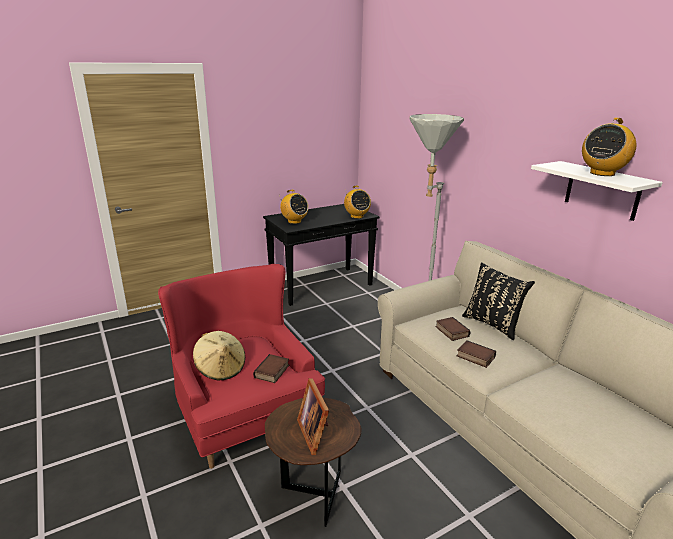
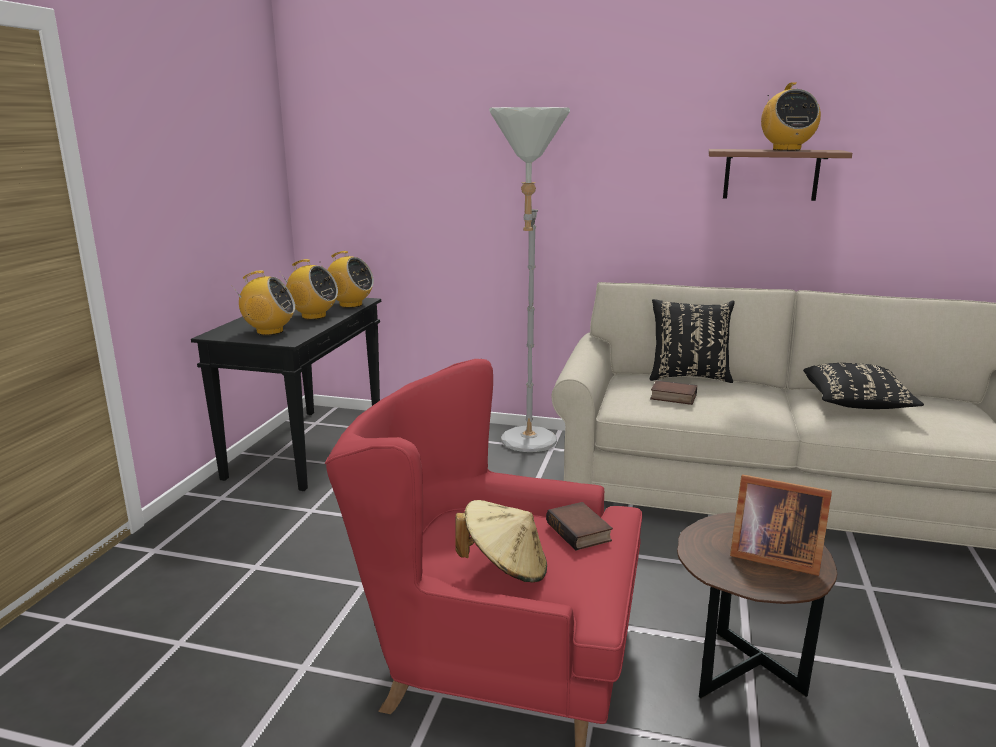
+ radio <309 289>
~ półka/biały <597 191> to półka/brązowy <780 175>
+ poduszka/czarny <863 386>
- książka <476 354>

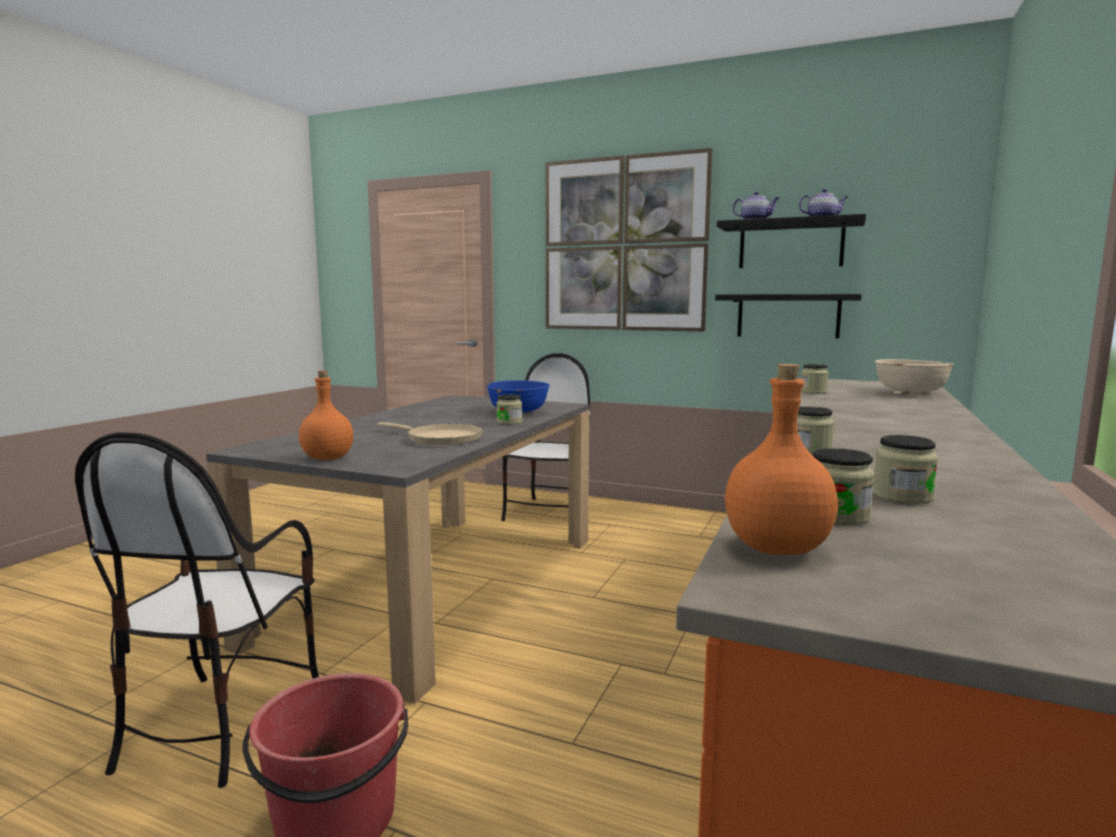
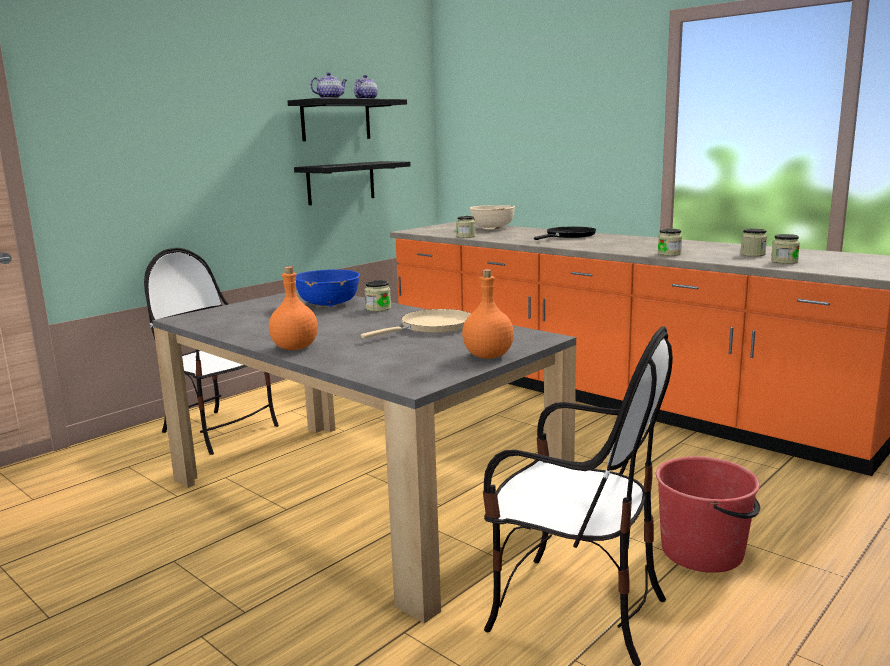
~ butelka/pomarańczowy <781 459> to <293 308>
+ patelnia/czarny <565 233>
- obraz <629 239>

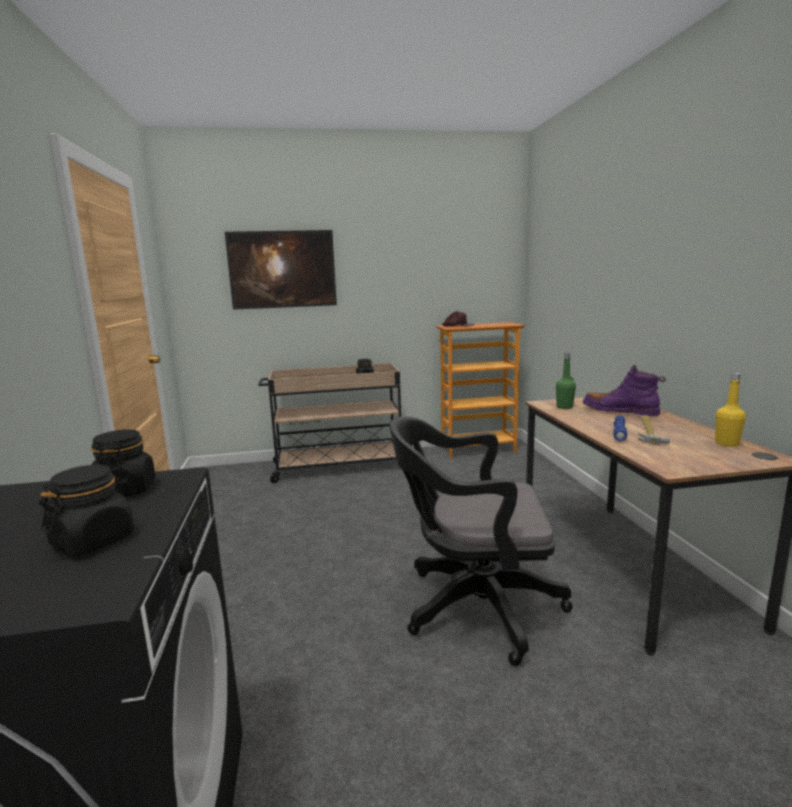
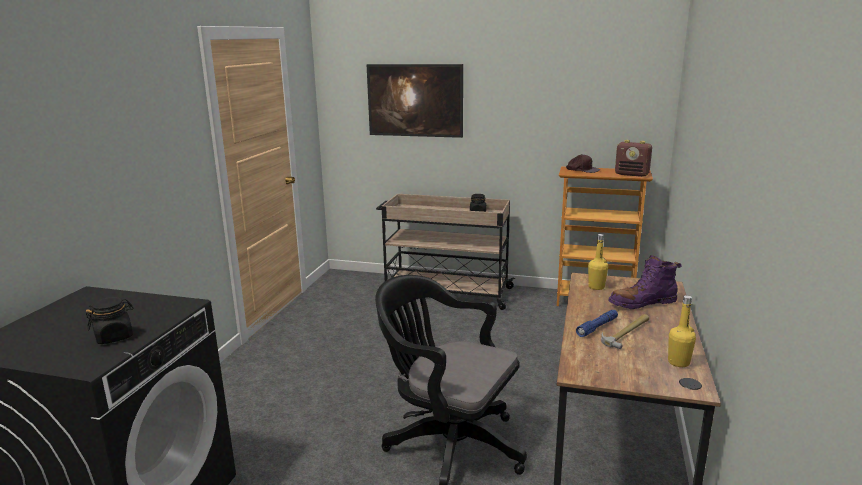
~ butelka/zielony <566 381> to butelka/żółty <598 262>
~ but z cholewką/fioletowy <624 390> = <645 282> 75 degrees counterclockwise
+ radio <633 158>
- słoik/czarny <123 463>

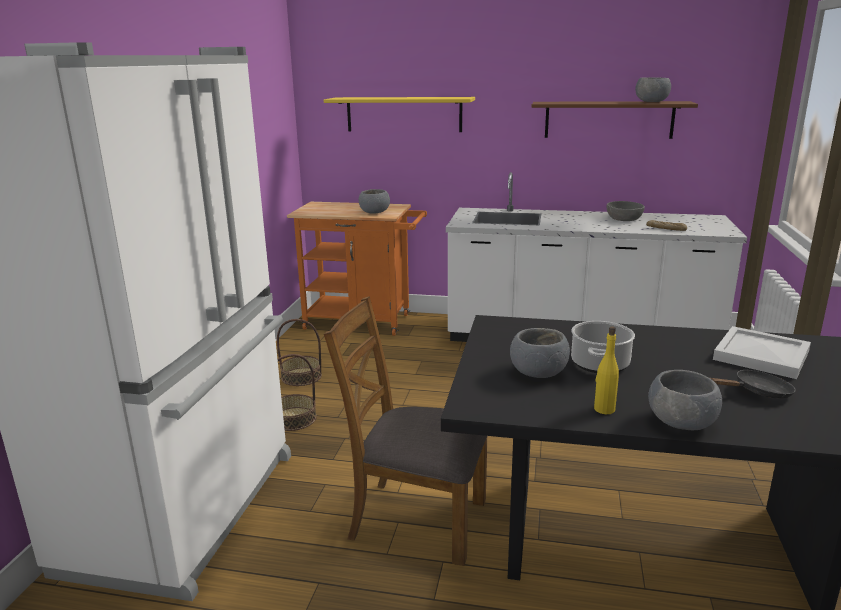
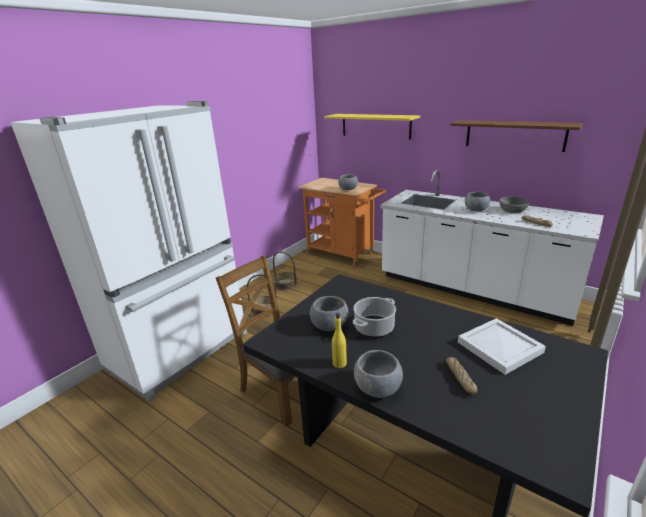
~ patelnia/czarny <753 384> to chleb <461 376>
~ miska/szary <653 89> to <477 201>

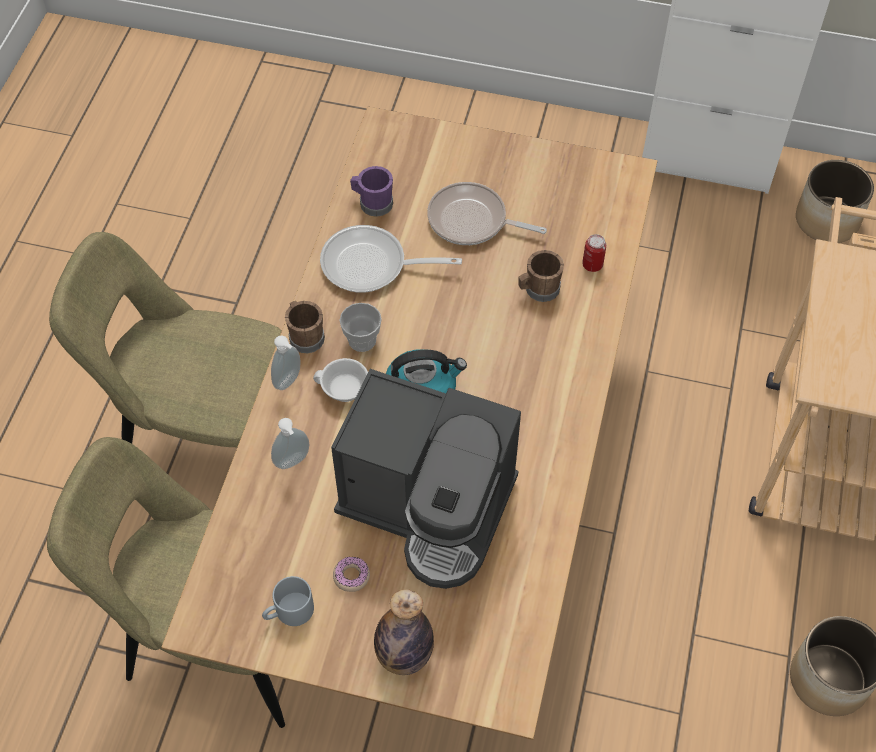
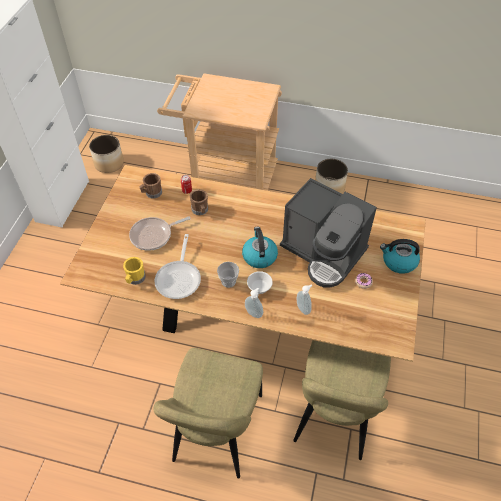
~ kubek/fioletowy <371 191> to kubek/żółty <134 271>
~ patelnia <487 213> = <160 233> 45 degrees clockwise
~ kubek/brązowy <305 327> to <150 186>
~ ekspres do kawy <426 479> = <328 233> 105 degrees clockwise
~ butelka <404 632> to czajnik <400 256>
- kubek/szary <288 601>

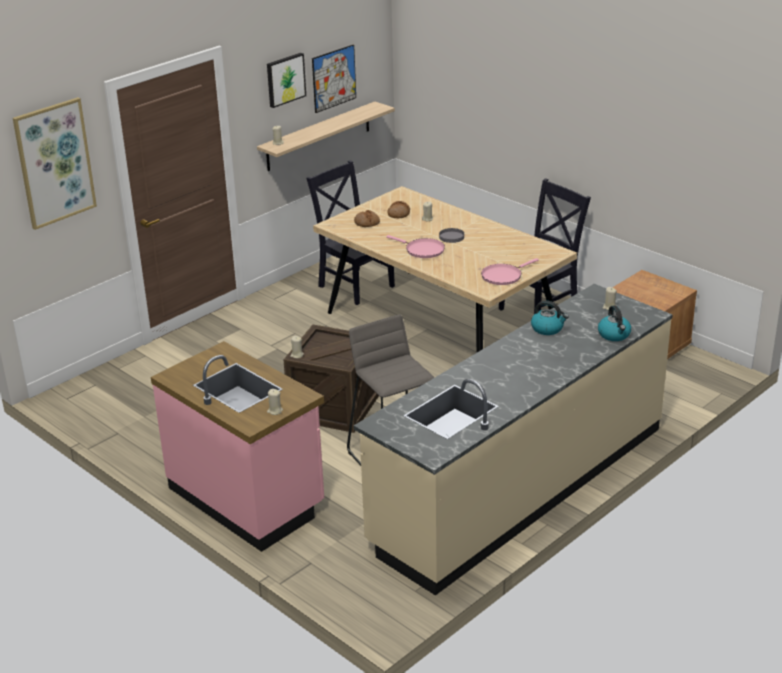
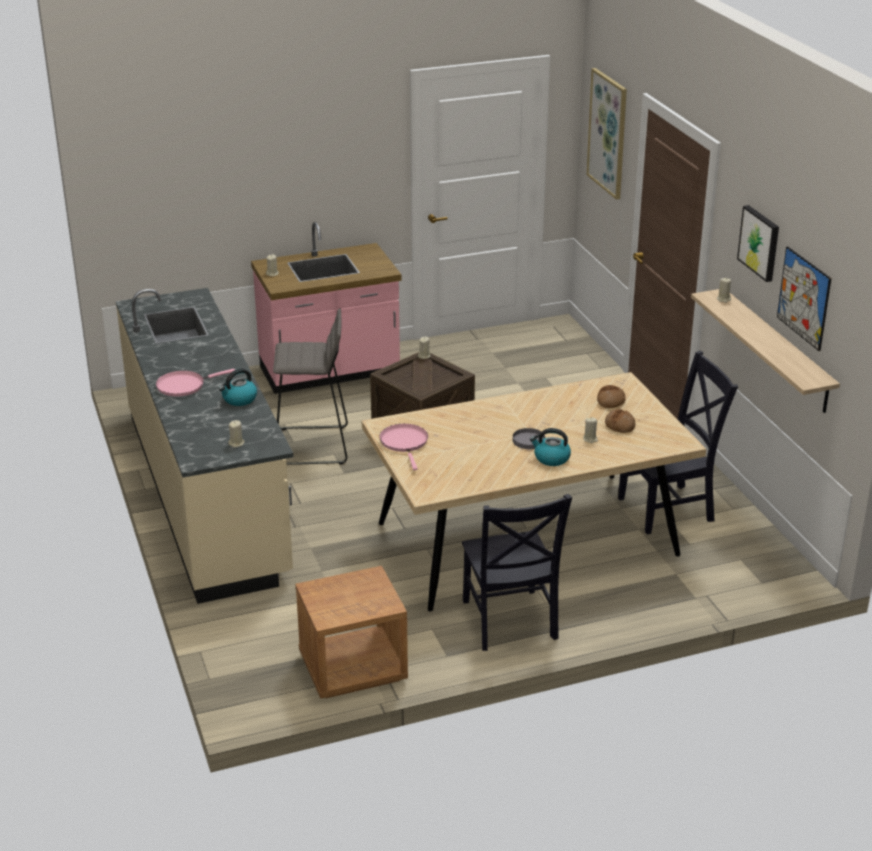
~ patelnia/różowy <415 246> to <195 382>
~ czajnik <614 323> to <550 447>

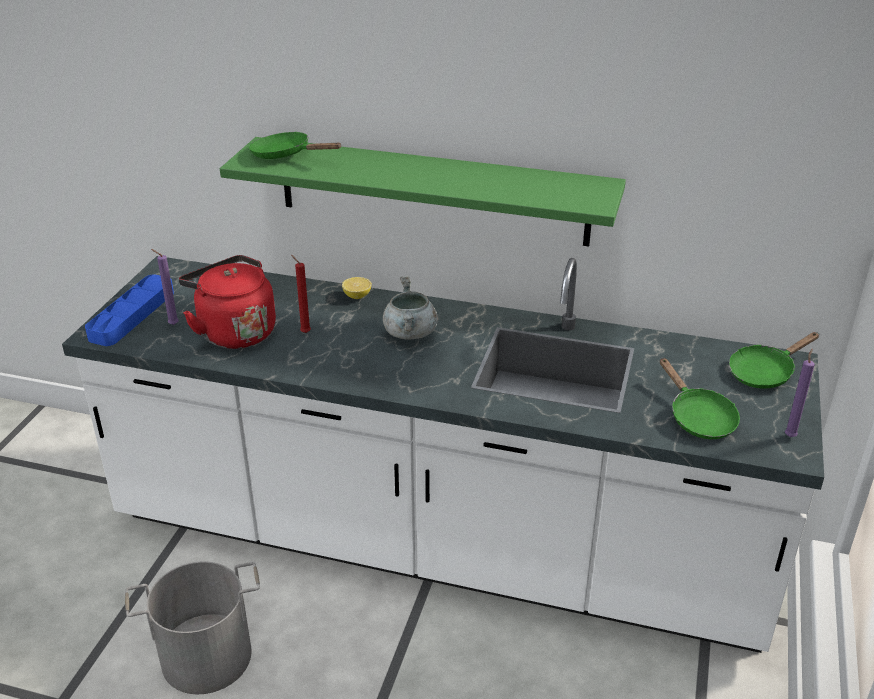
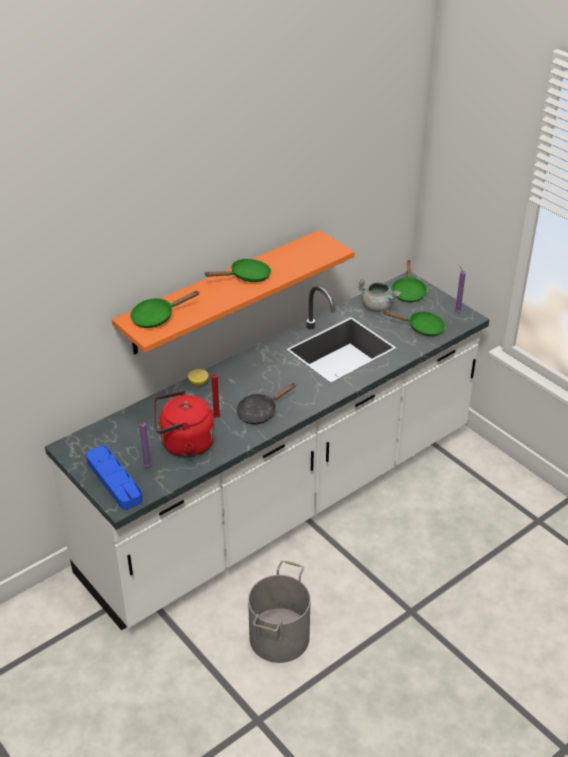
~ półka/zielony <423 191> to półka/pomarańczowy <233 292>
+ patelnia/zielony <237 270>
+ patelnia/czarny <266 403>
~ garnek/szary <410 307> to <379 295>

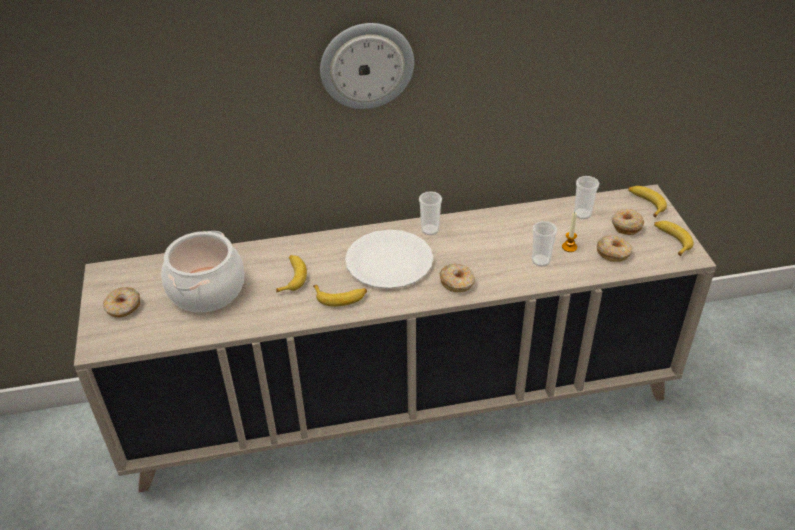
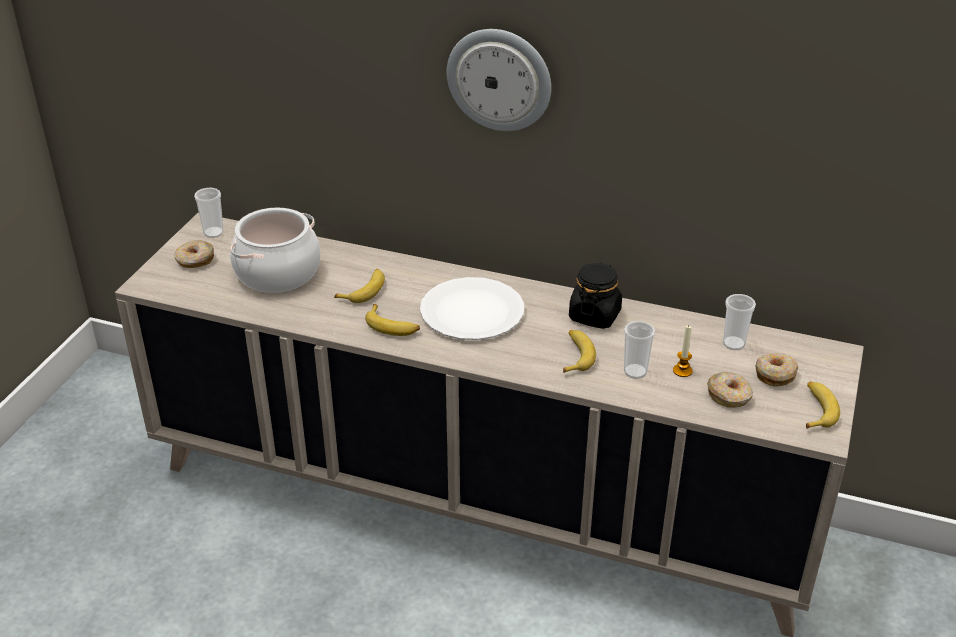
~ filiżanka <430 213> to <209 213>
~ banan <647 201> to <579 351>
+ słoik/czarny <595 296>
- donut <457 278>

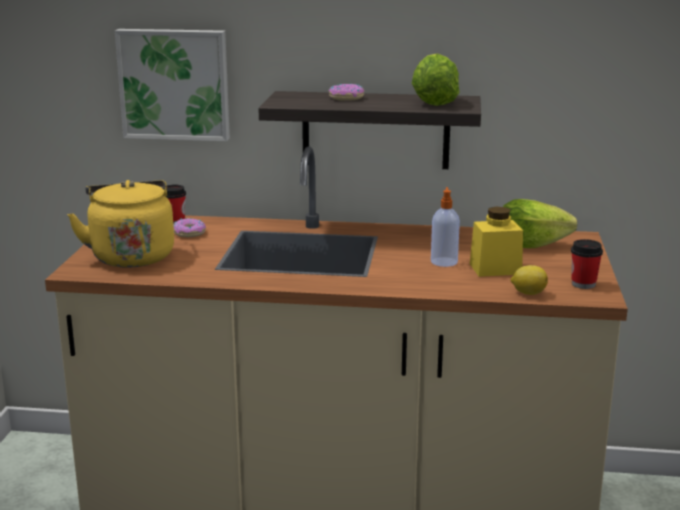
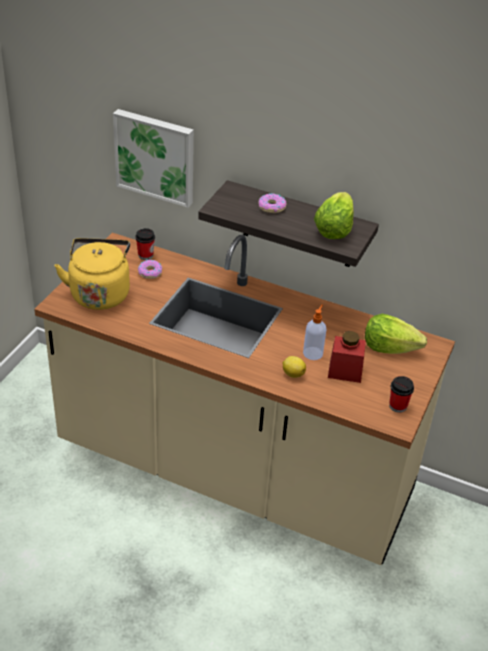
~ cytryna <529 280> to <294 367>
~ słoik/żółty <496 242> to słoik/czerwony <347 357>

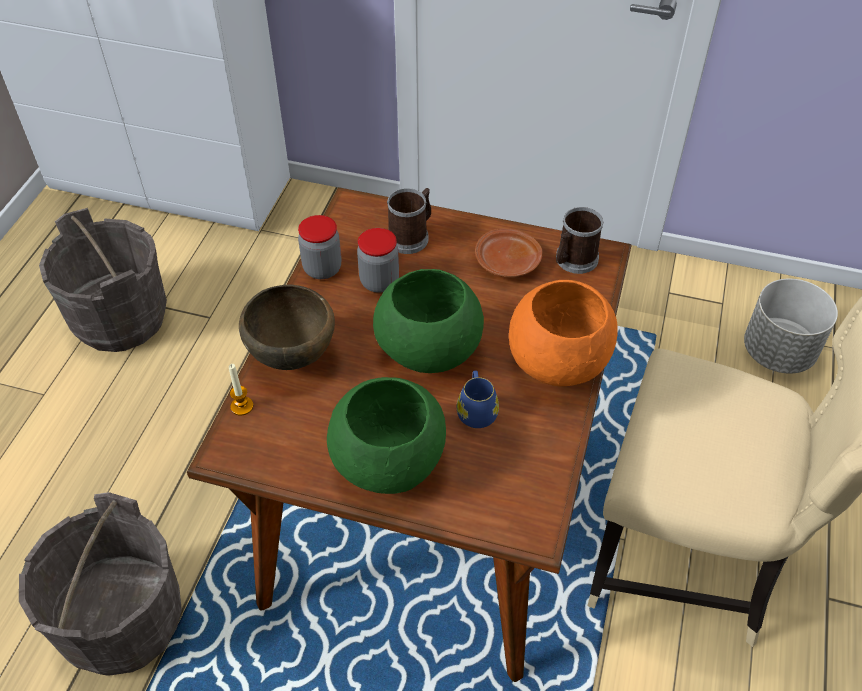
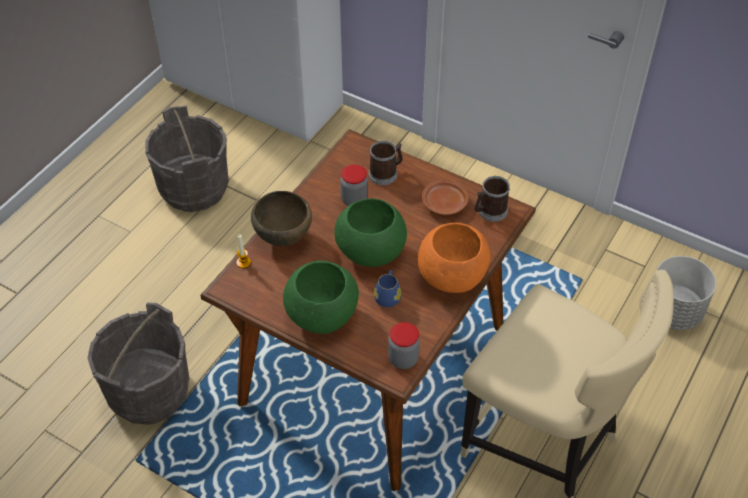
~ słoik <319 247> to <404 345>

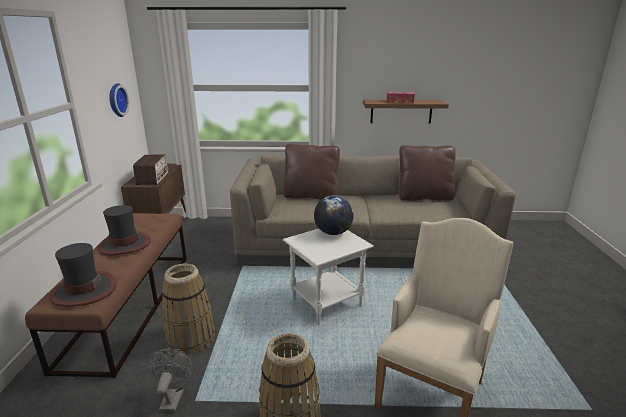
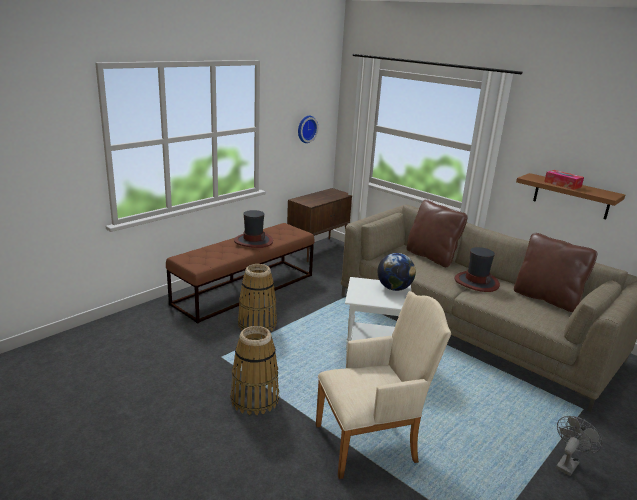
~ kapelusz <83 275> to <477 269>
~ wentylator/szary <170 380> to <579 446>
- radio <150 169>

